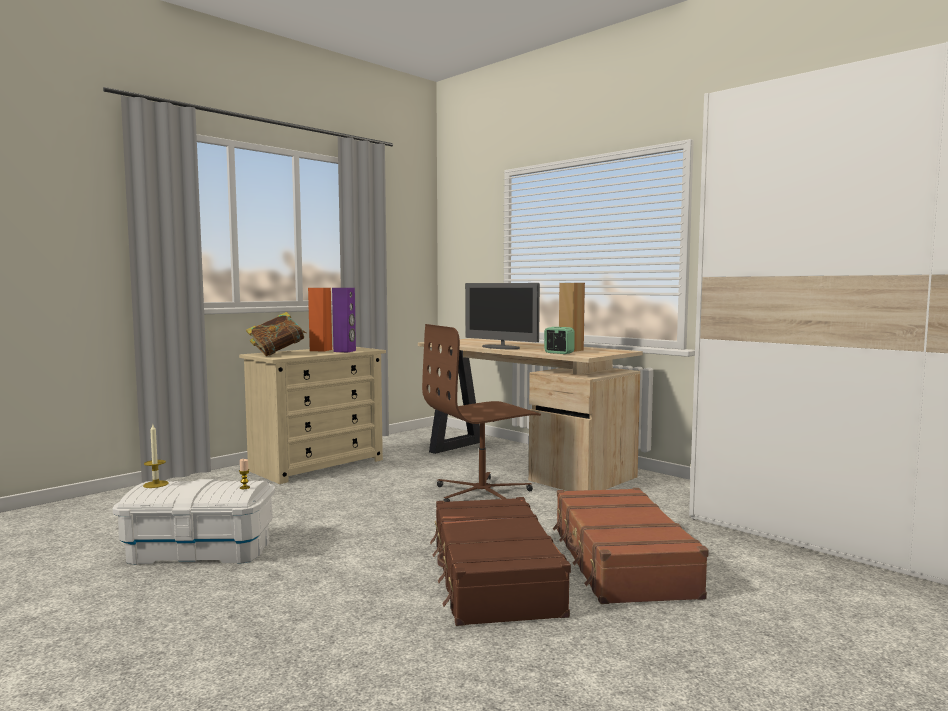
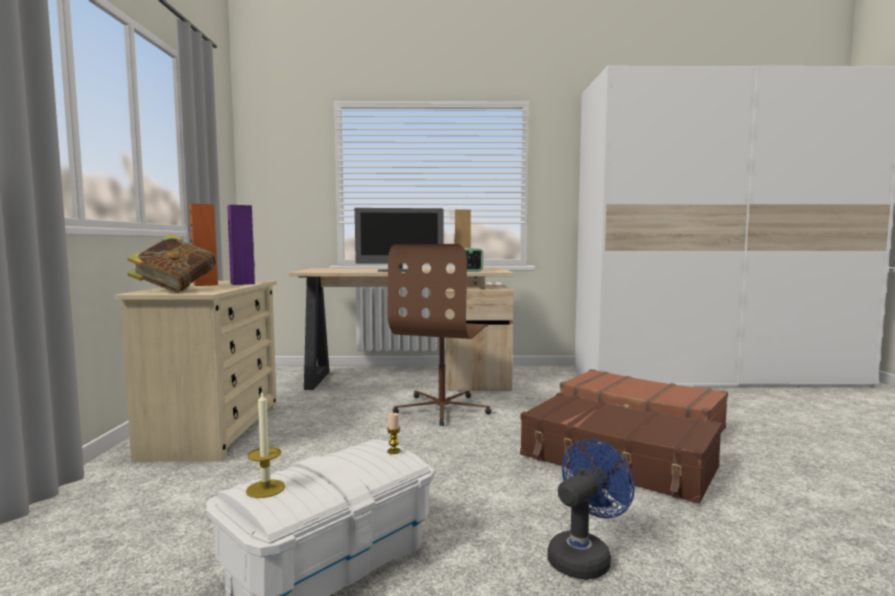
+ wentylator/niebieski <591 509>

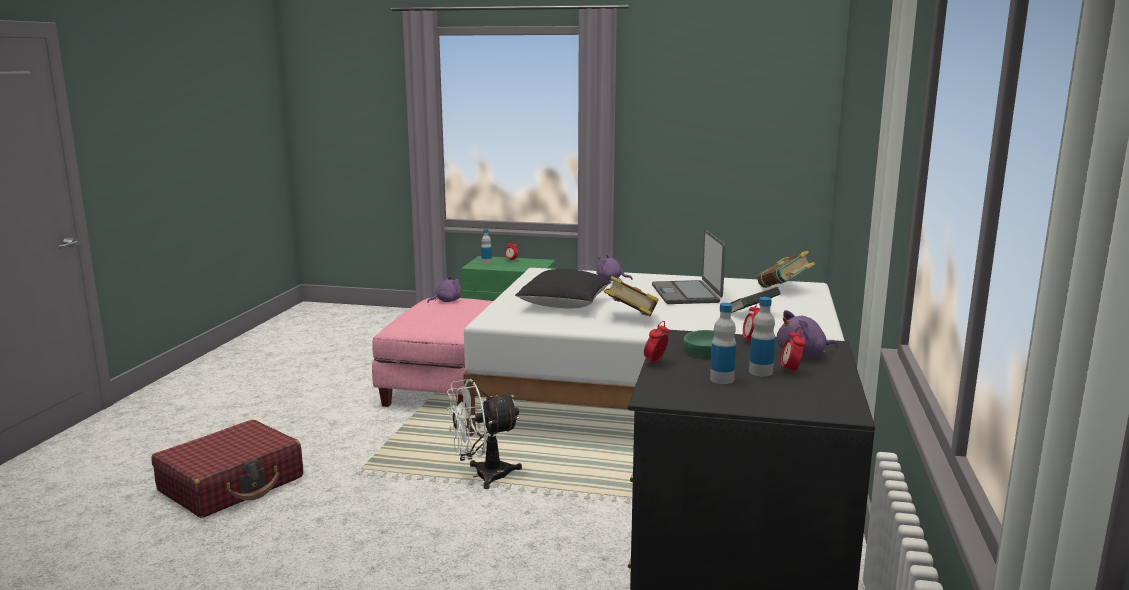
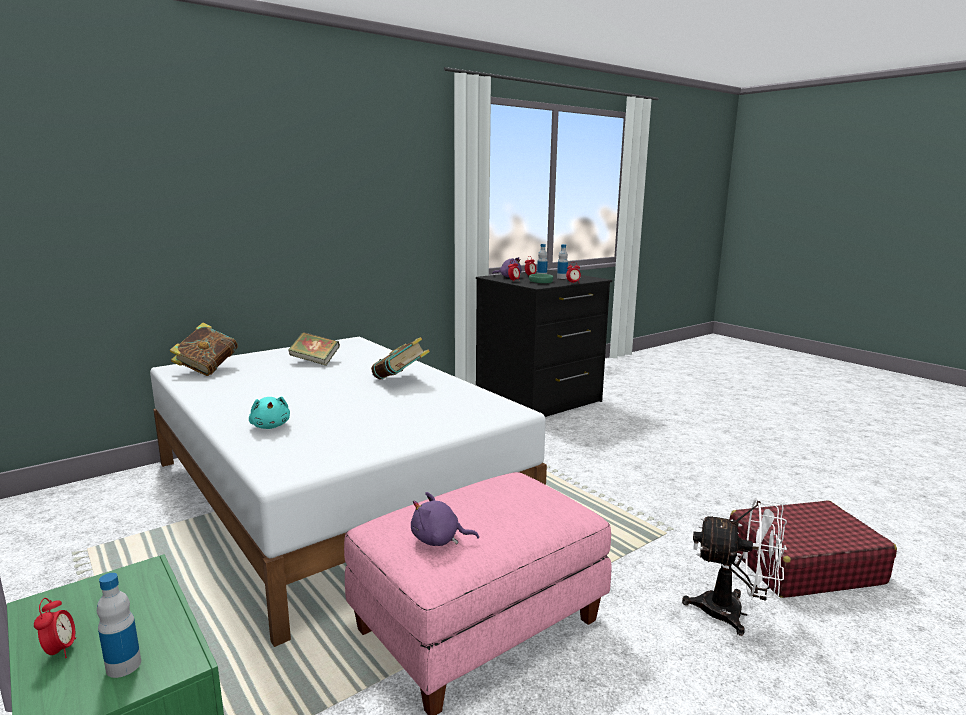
~ pluszak/fioletowy <614 267> to pluszak/turkusowy <269 413>
~ wentylator/biały <484 434> to <734 567>
- poduszka/czarny <563 288>
- laptop <689 267>

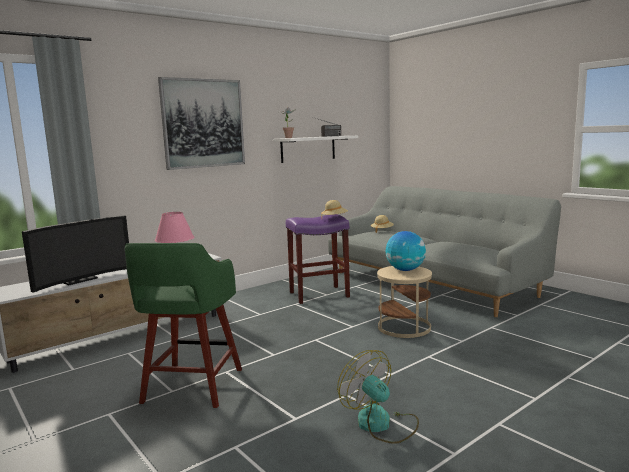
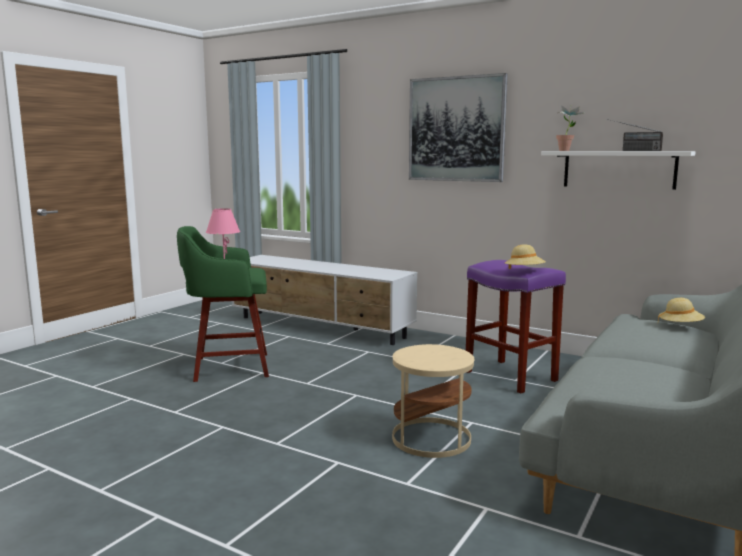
- telewizor <75 254>
- wentylator <378 397>
- globus <406 251>

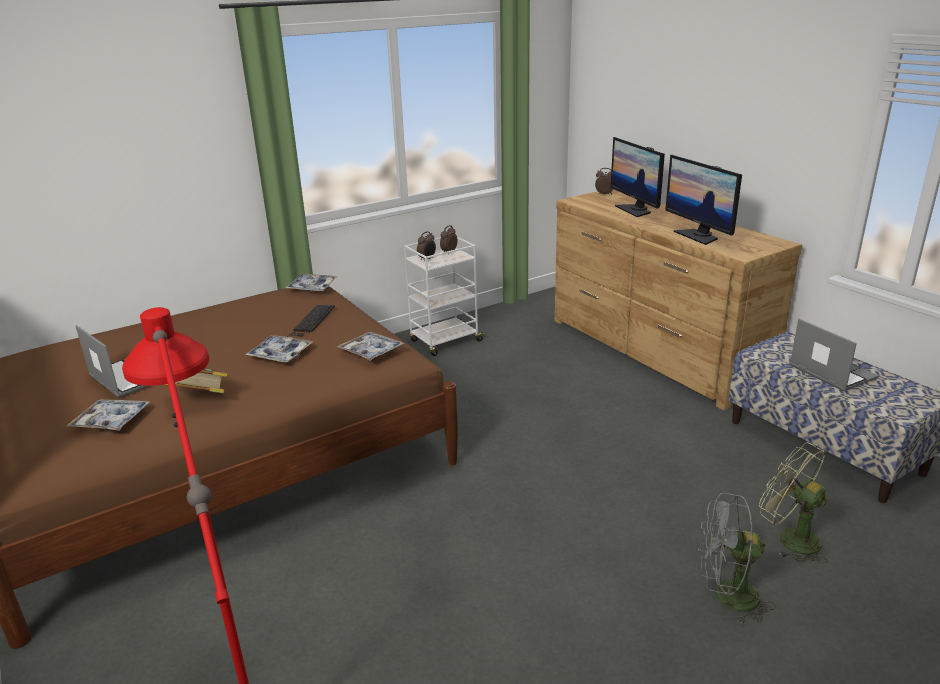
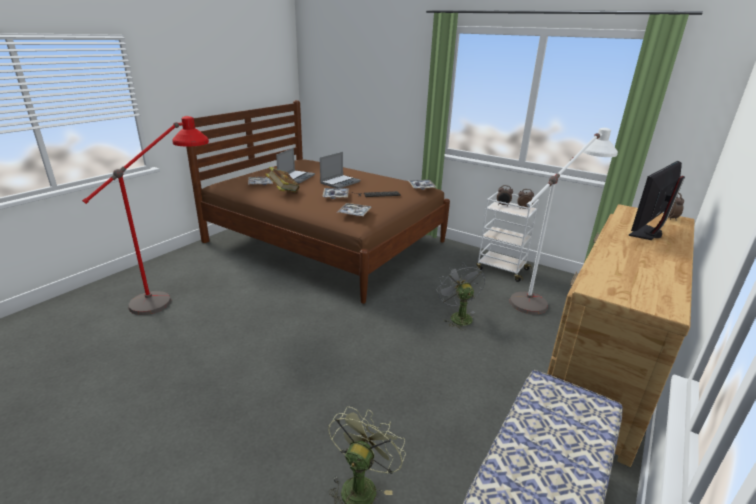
~ laptop <834 355> to <340 170>
~ wentylator/szary <737 558> to <460 296>
+ lampa stojąca/biały <563 221>
- monitor <703 200>

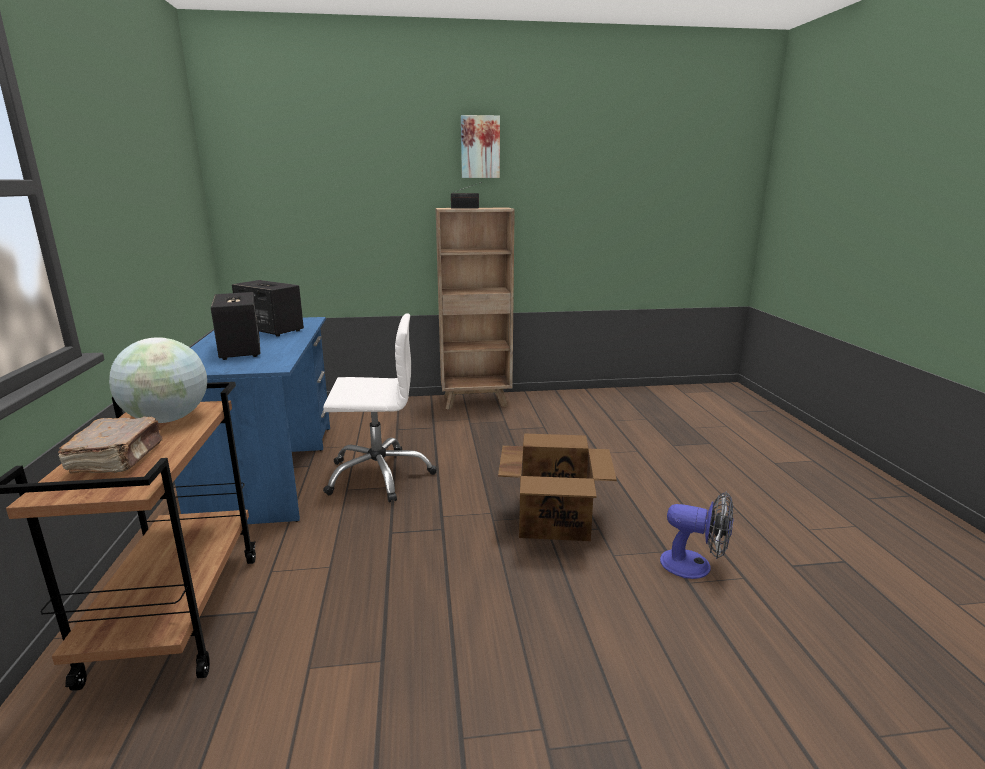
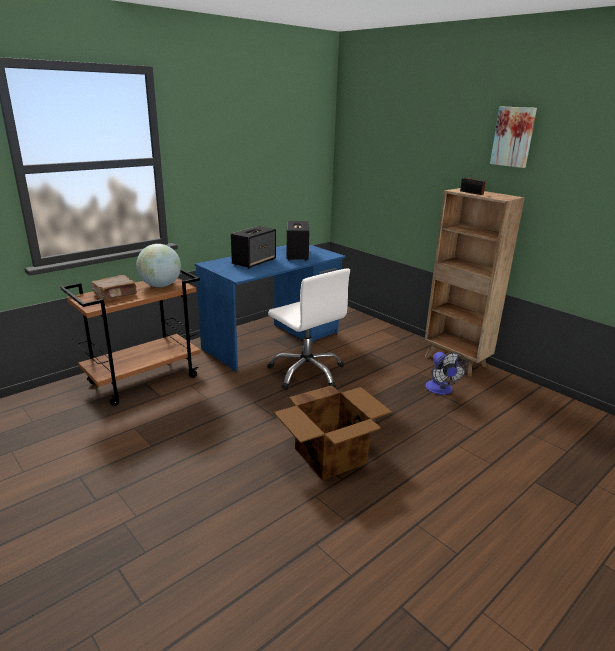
~ wentylator <696 535> to <447 373>

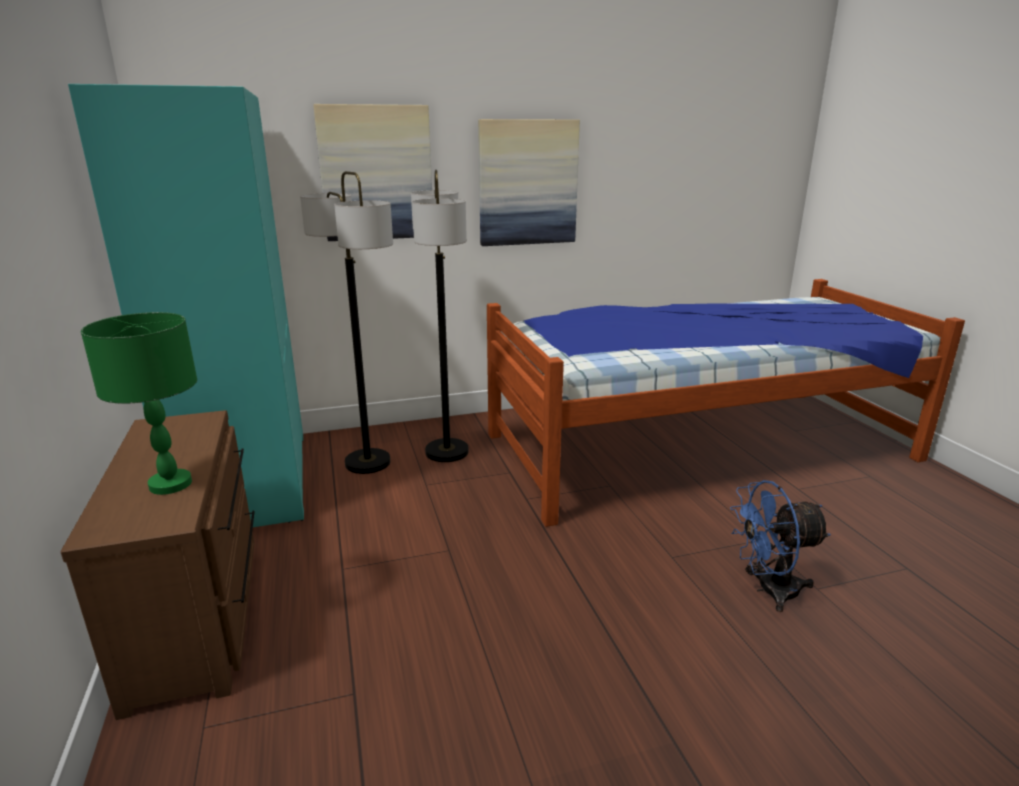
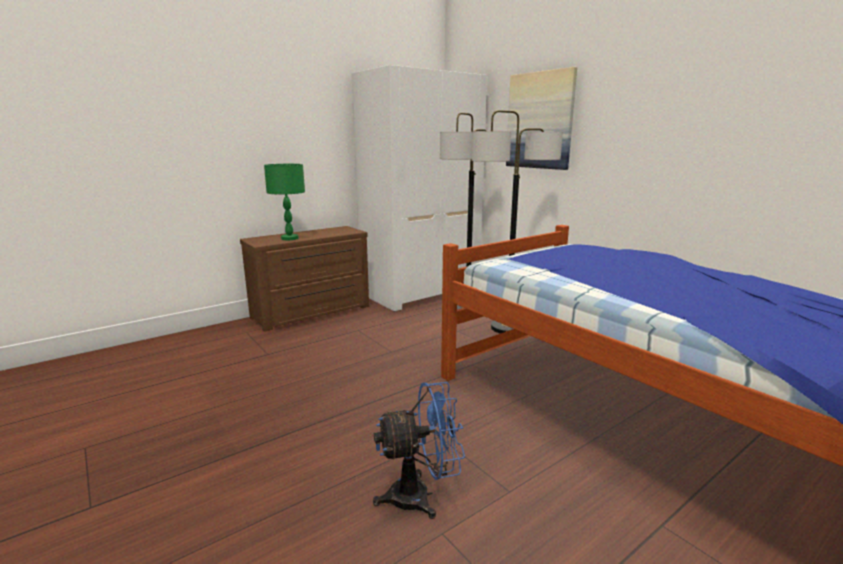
~ szafa/turkusowy <186 305> to szafa/biały <419 188>
~ wentylator/niebieski <780 546> = <419 450> 105 degrees clockwise
- obraz <529 182>

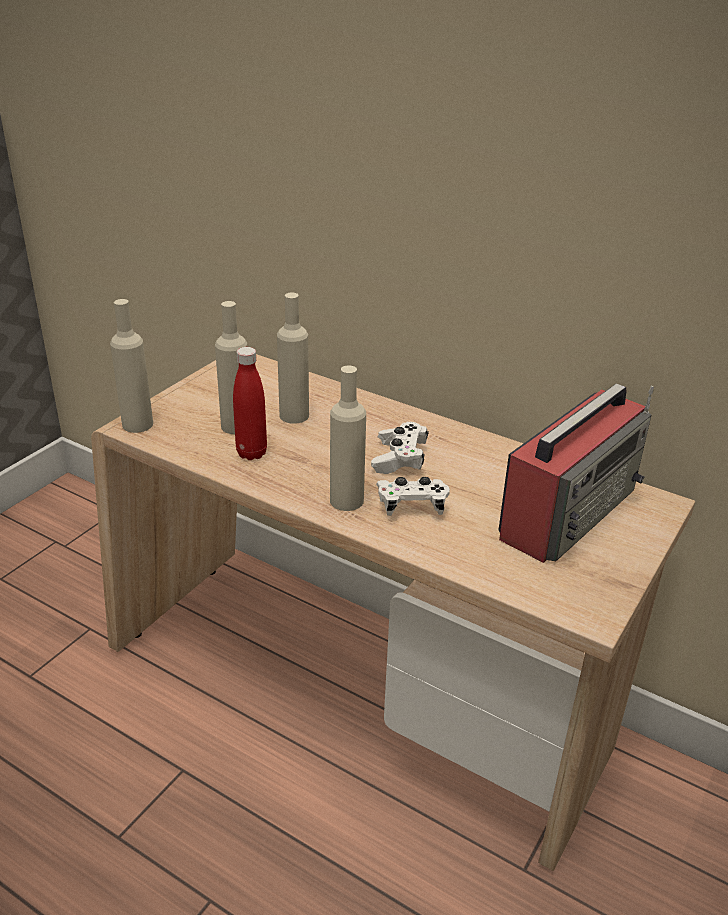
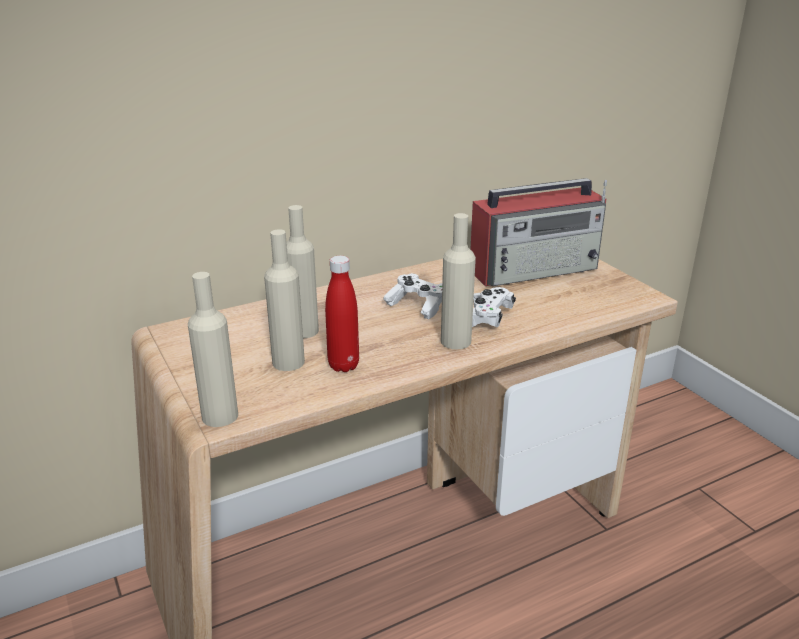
~ radio <576 473> = <538 232> 90 degrees clockwise

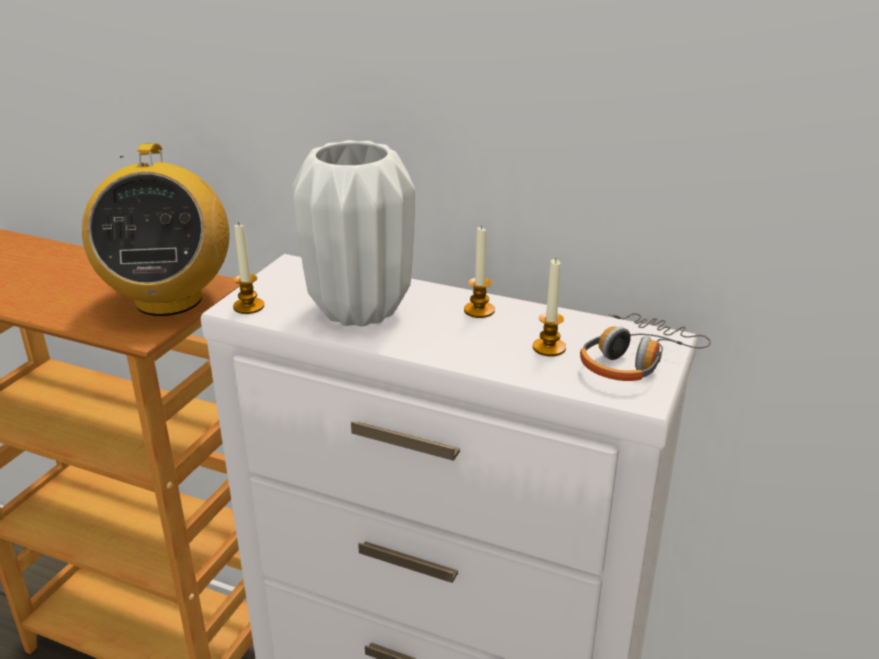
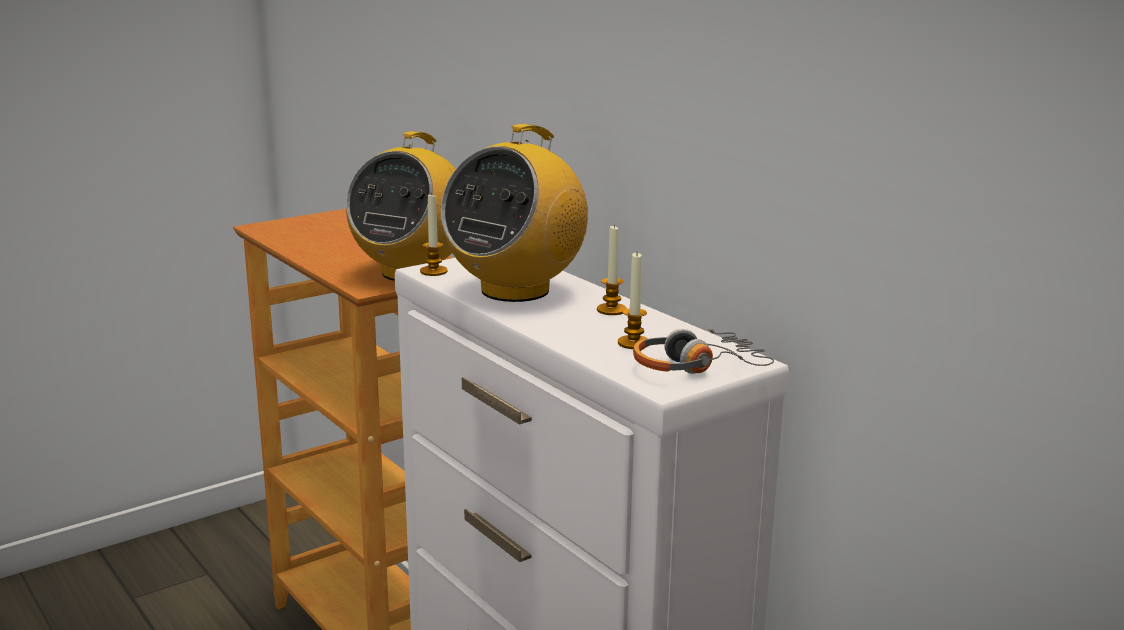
~ wazon/biały <354 233> to radio <514 213>

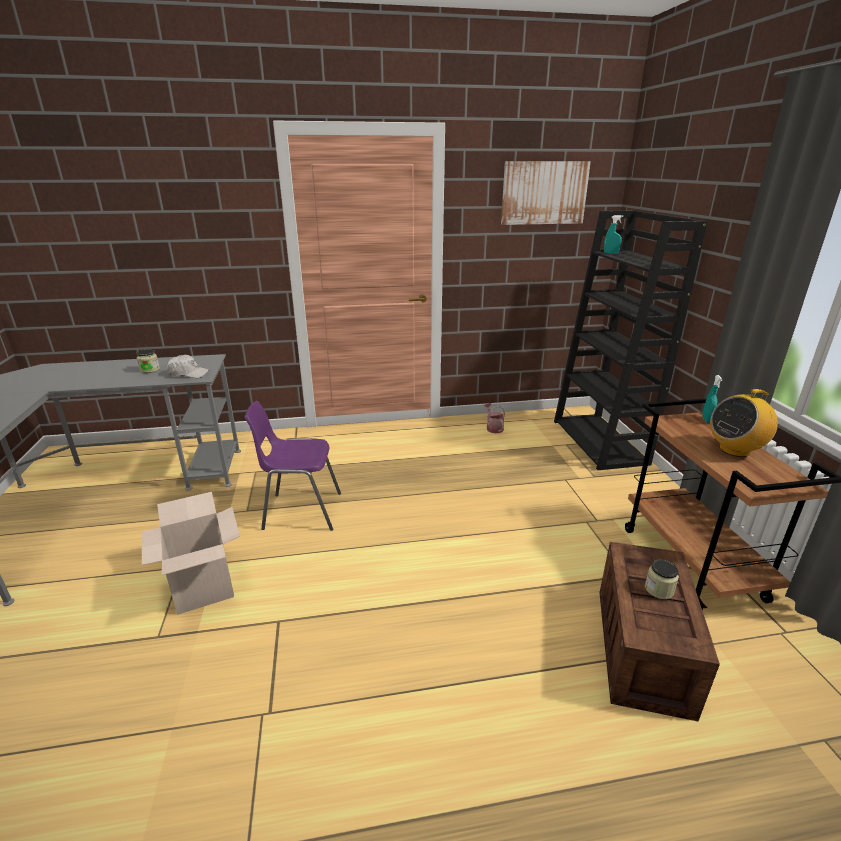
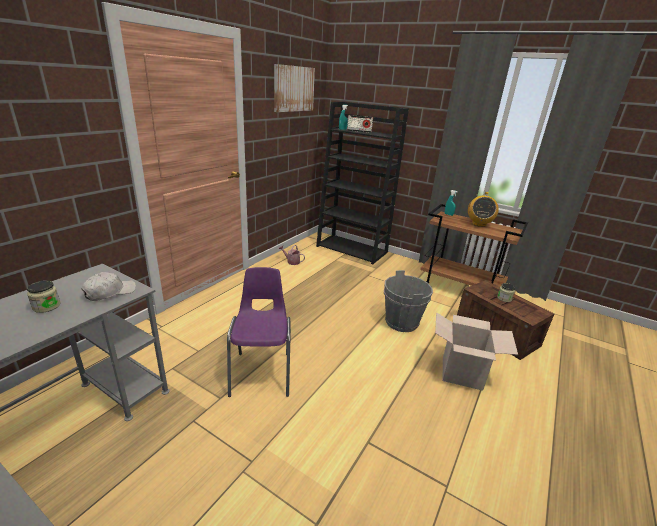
~ krzesło/fioletowy <293 466> = <259 332> 135 degrees clockwise
+ radio <360 124>
+ wiadro/szary <408 301>
~ karton <191 553> to <476 351>

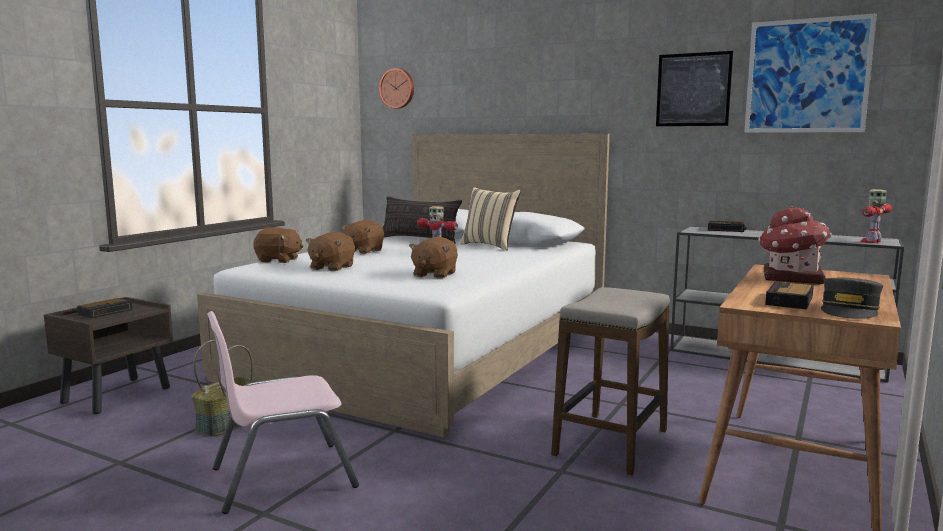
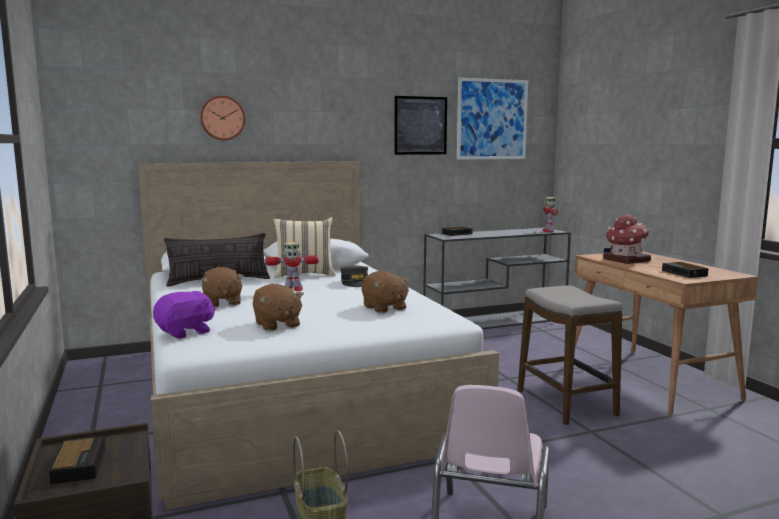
~ pluszak/brązowy <278 245> to pluszak/fioletowy <184 315>
~ zegar ścienny <396 88> to <222 118>
~ czapka z daszkiem/szary <852 298> to <354 276>

